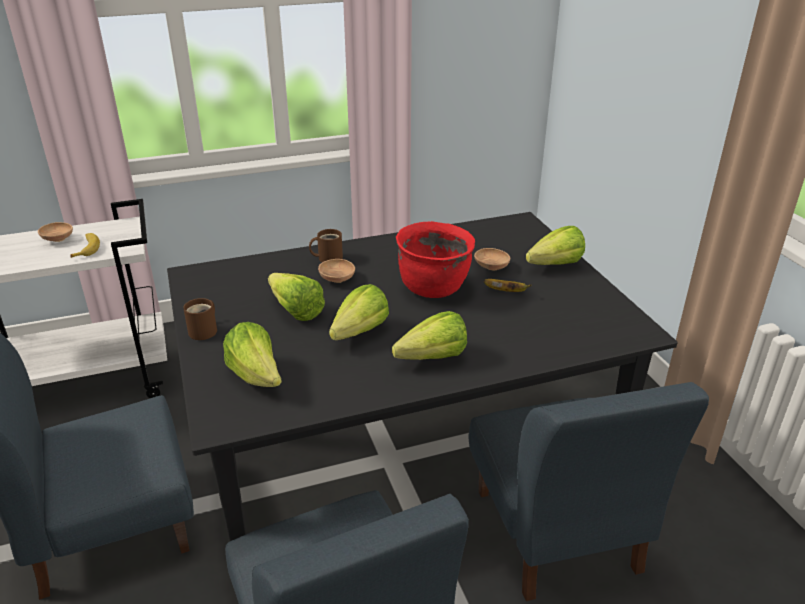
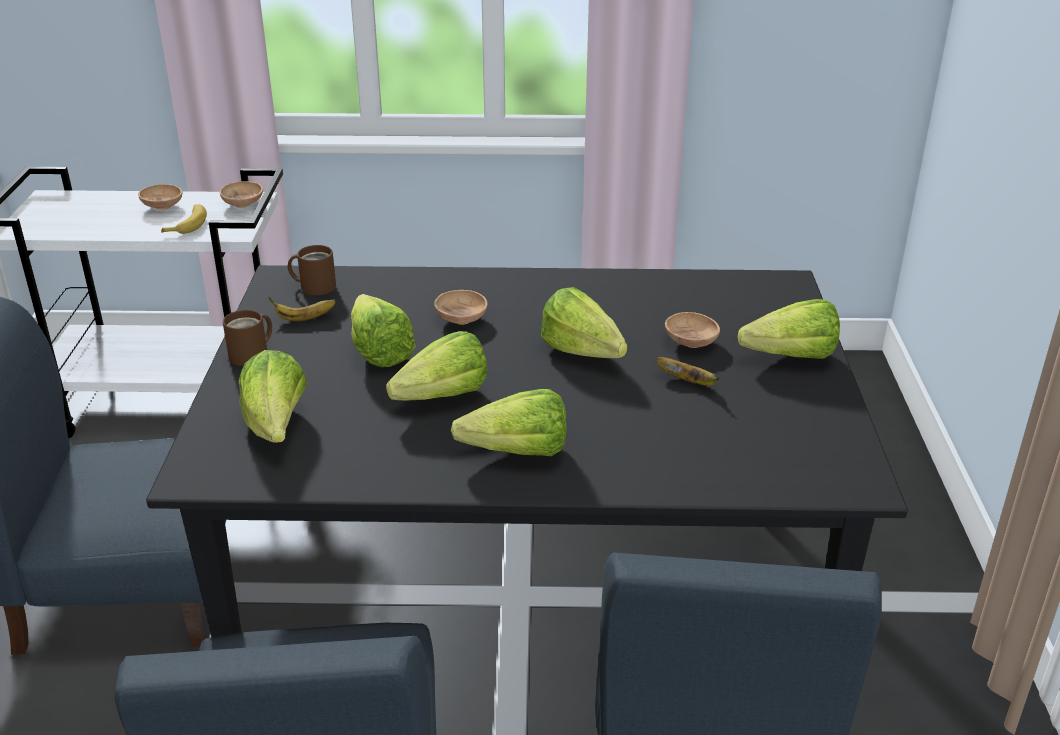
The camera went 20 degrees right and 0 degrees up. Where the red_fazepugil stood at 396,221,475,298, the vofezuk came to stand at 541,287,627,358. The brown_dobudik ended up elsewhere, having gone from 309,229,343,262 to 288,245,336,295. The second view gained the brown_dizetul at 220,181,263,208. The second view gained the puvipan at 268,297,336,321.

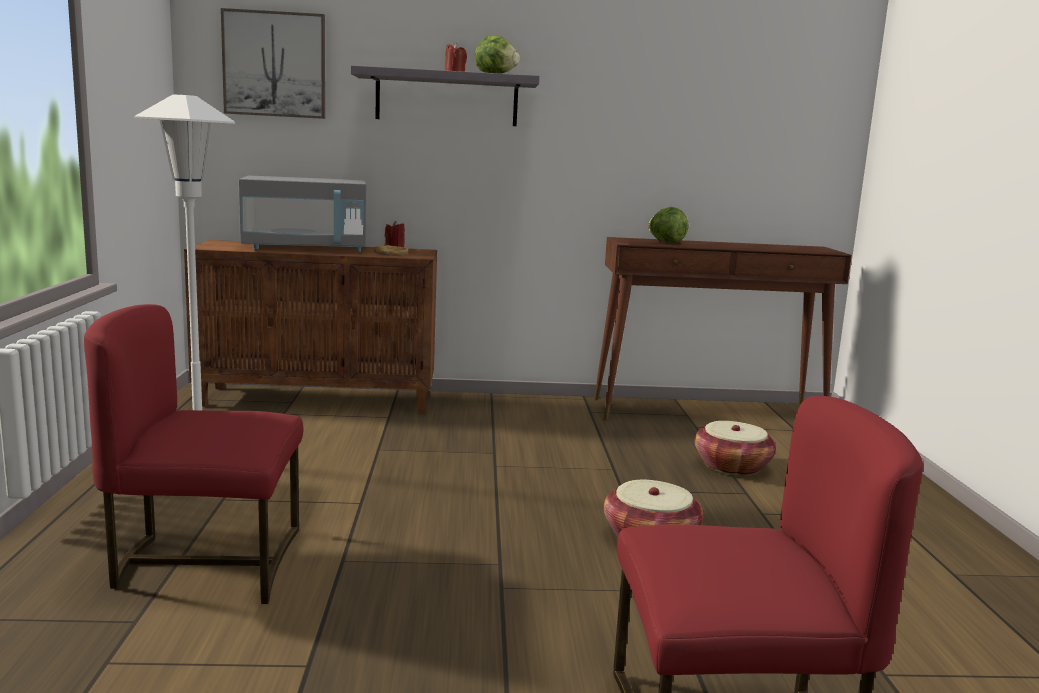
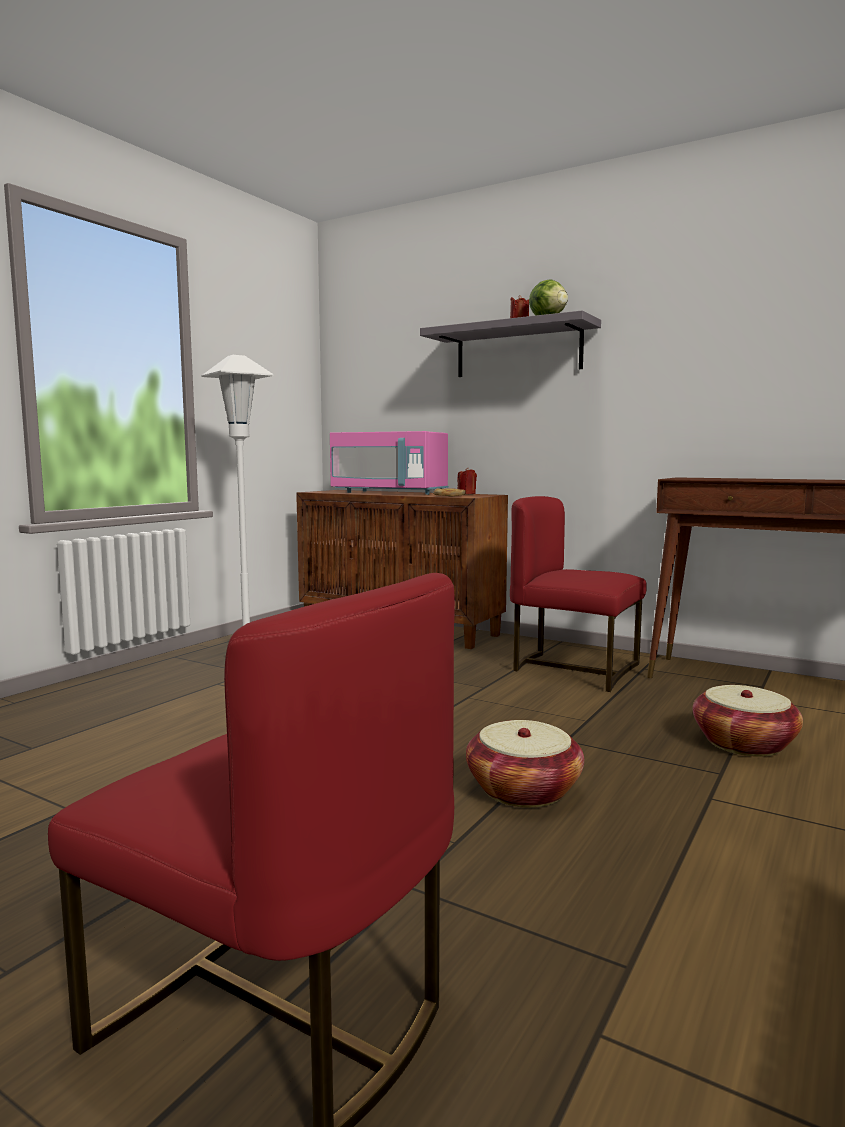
The camera went 35 degrees right and 5 degrees down. The second view lost the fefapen at 221,8,325,119. What was the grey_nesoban at 238,175,366,252 turned into the pink_nesoban at 330,431,448,495. The second view lost the vofezuk at 648,207,689,243. The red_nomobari ended up elsewhere, having gone from 84,304,303,604 to 510,496,647,692.

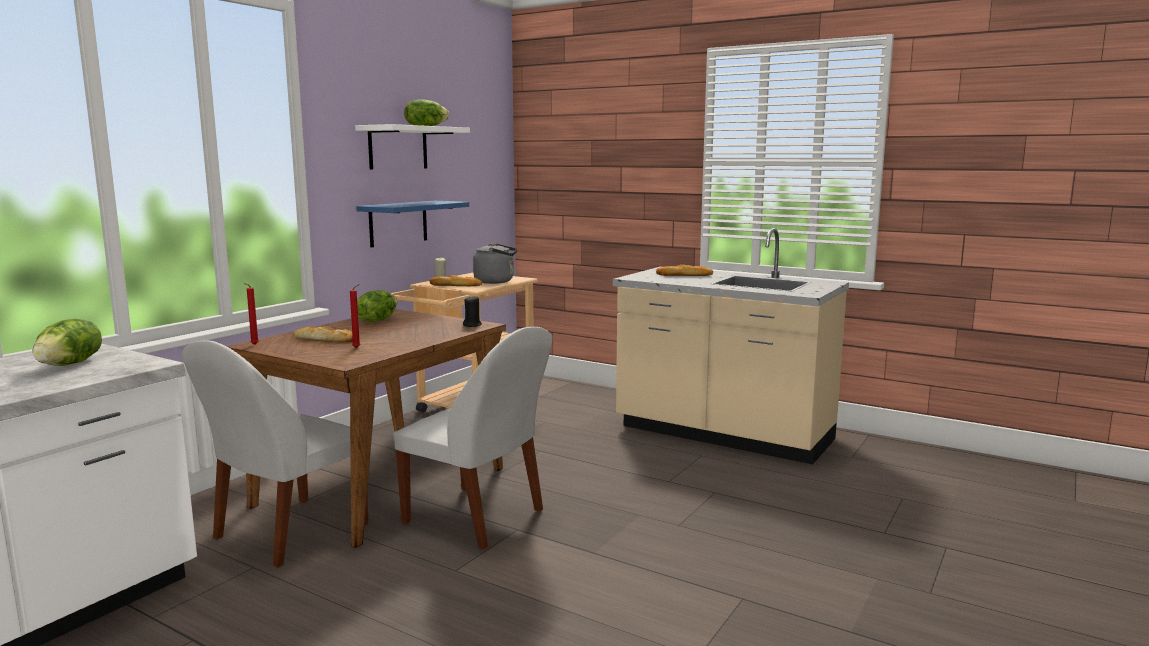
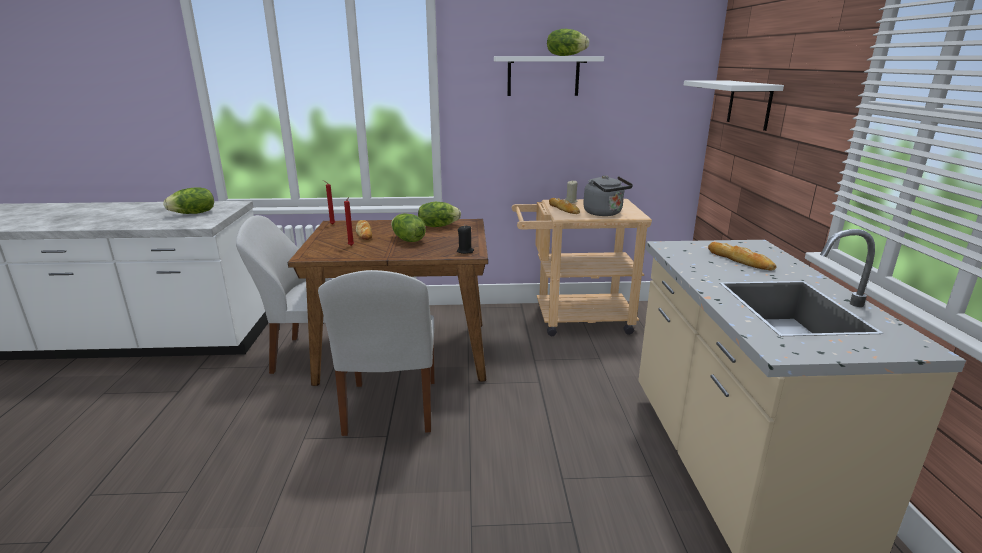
The camera went 55 degrees right and 10 degrees up. The second view lost the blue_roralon at 356,201,469,248. The second view gained the white_roralon at 684,80,784,131. The second view gained the vofezuk at 391,213,426,242.

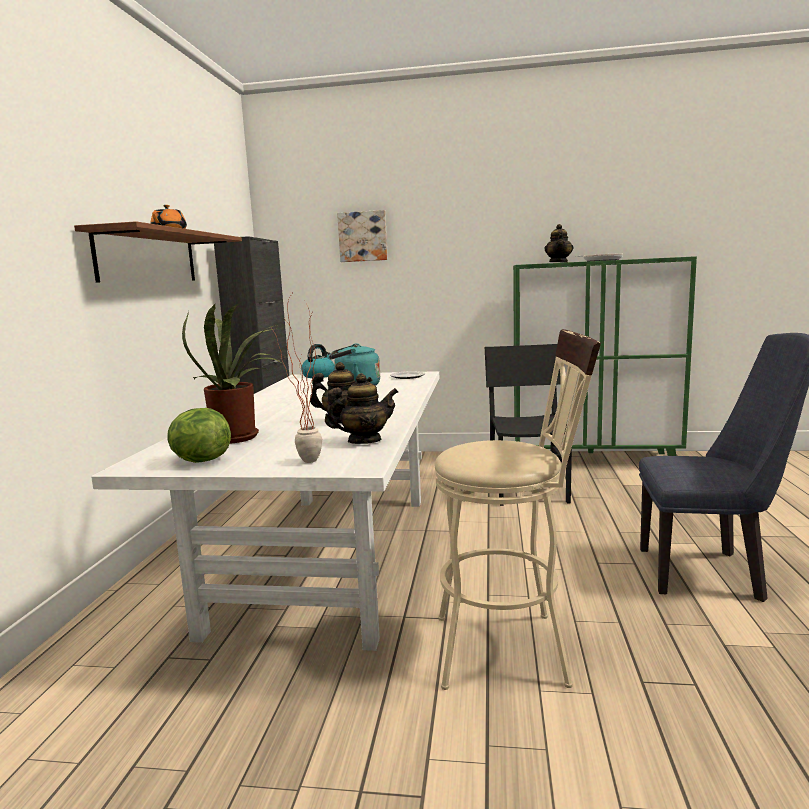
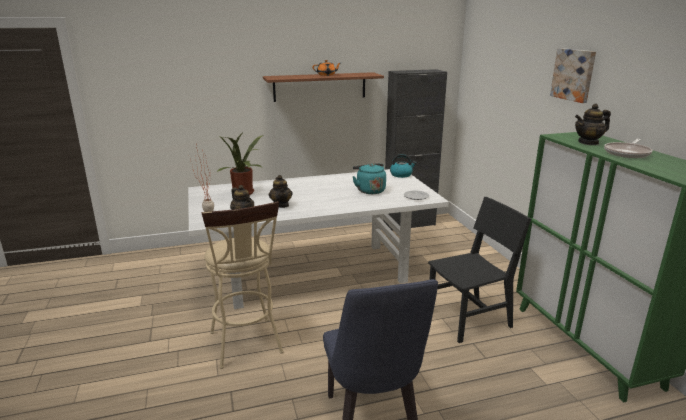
The camera went 65 degrees right and 10 degrees up. The fefapen ended up elsewhere, having gone from 337,210,388,262 to 550,48,596,103. The second view lost the vofezuk at 167,408,231,463.

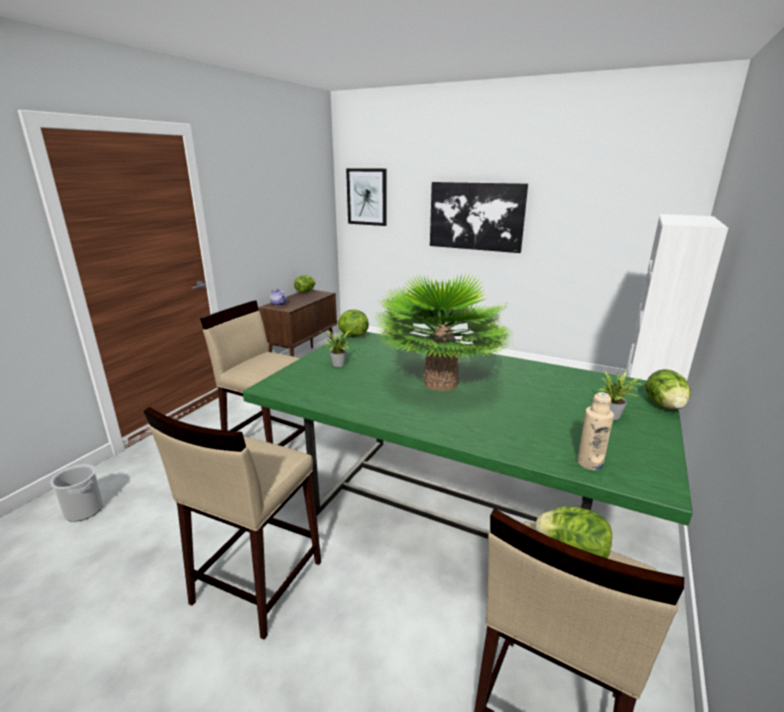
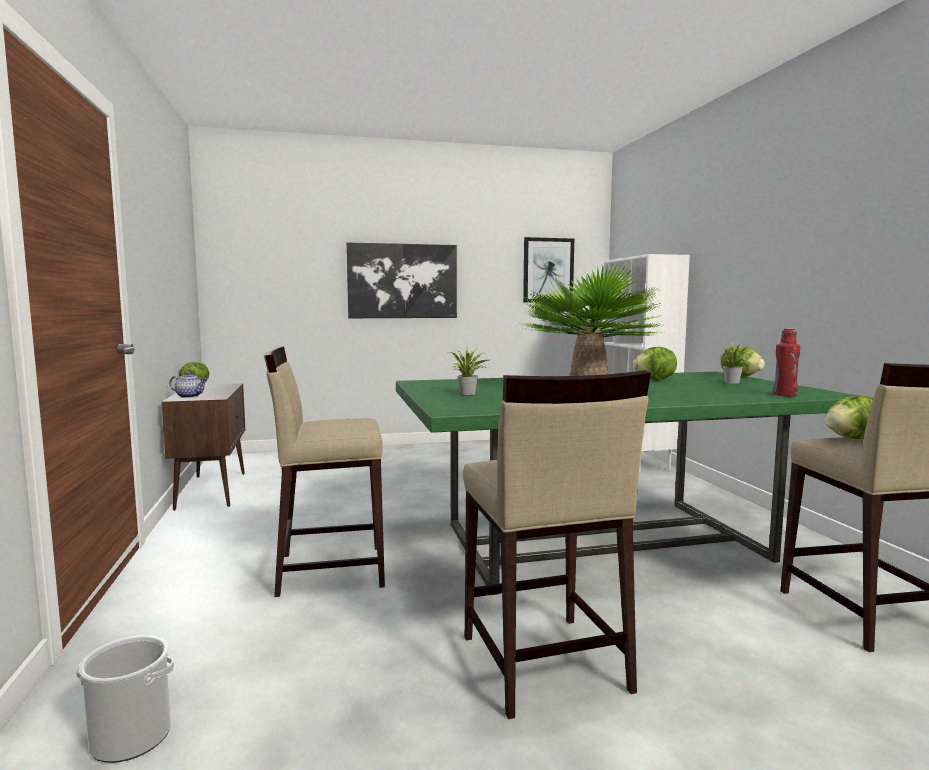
The camera went 40 degrees left and 15 degrees down. The fefapen ended up elsewhere, having gone from 346,168,387,226 to 523,237,574,302. The vofezuk ended up elsewhere, having gone from 338,309,369,337 to 633,347,677,380. What was the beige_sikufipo at 577,392,614,470 turned into the red_sikufipo at 773,329,800,396.

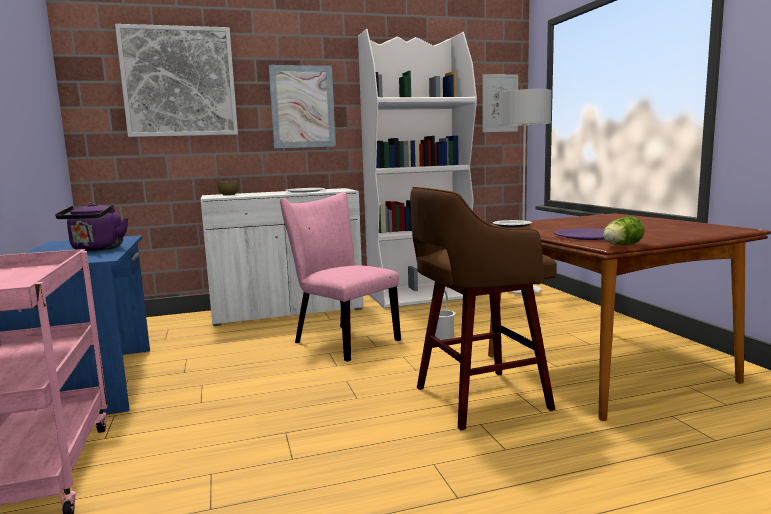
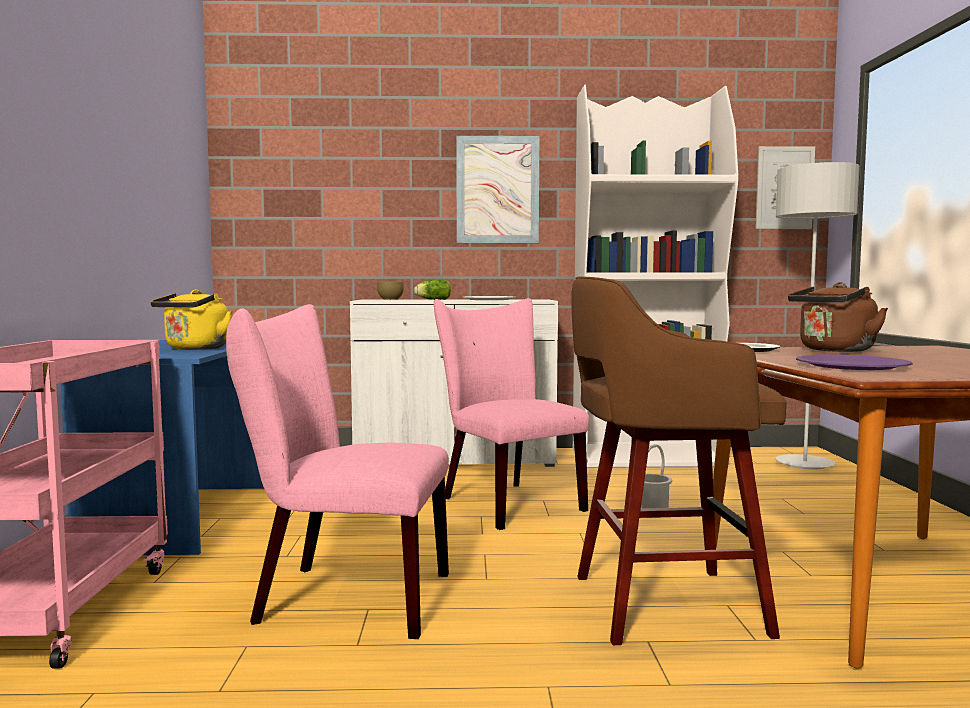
The camera went 15 degrees right and 5 degrees down. The second view lost the fefapen at 115,24,238,137. What was the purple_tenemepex at 55,202,128,252 turned into the yellow_tenemepex at 150,290,233,350. The vofezuk ended up elsewhere, having gone from 603,217,644,245 to 414,280,451,300. The second view gained the brown_tenemepex at 788,282,888,352. The second view gained the pink_nomobari at 226,304,449,639.

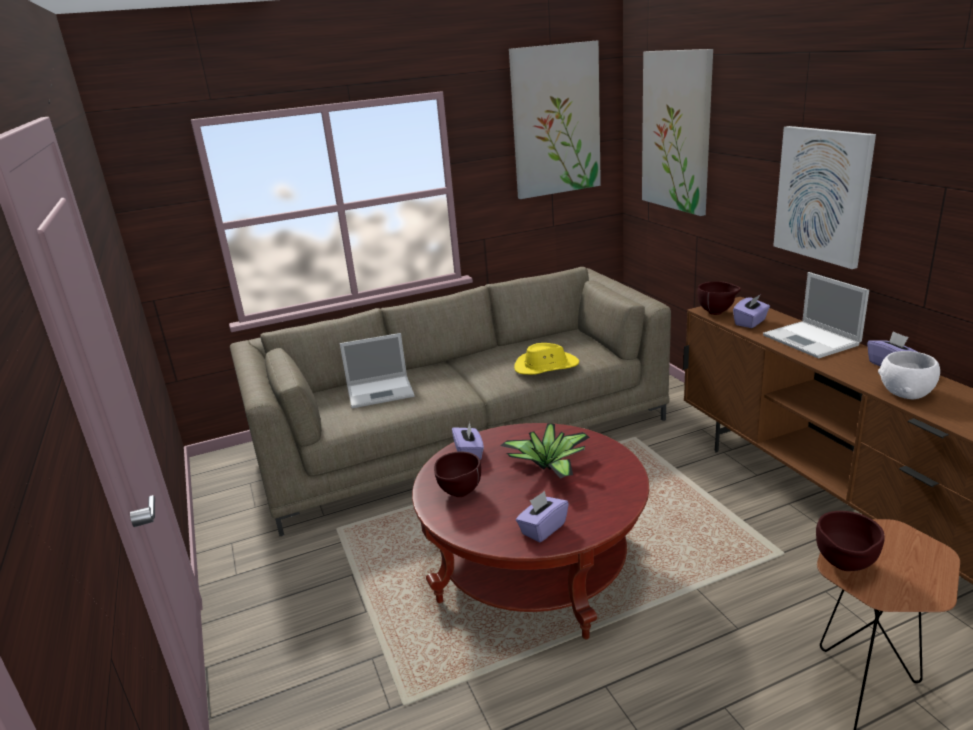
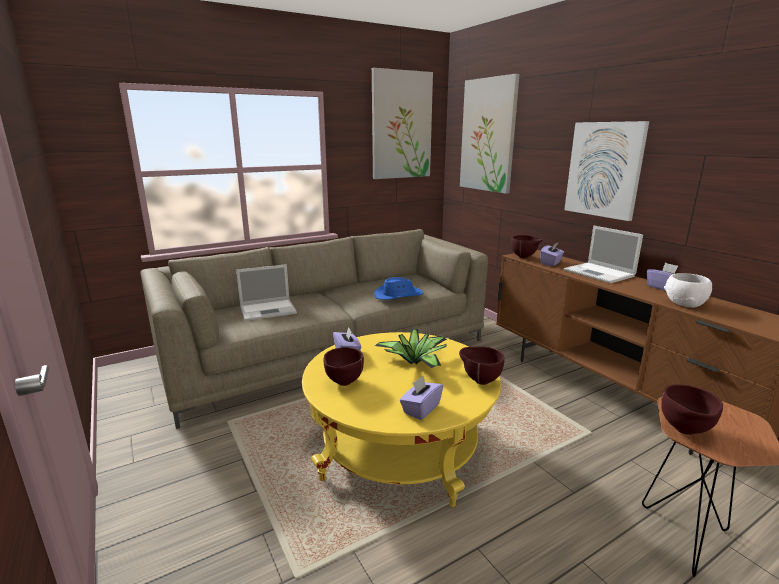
The camera went 10 degrees left and 5 degrees down. What was the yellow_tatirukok at 514,343,579,375 turned into the blue_tatirukok at 374,277,423,300. What was the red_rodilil at 412,423,649,639 turned into the yellow_rodilil at 302,332,501,507. The second view gained the brown_dizetul at 459,346,504,385.

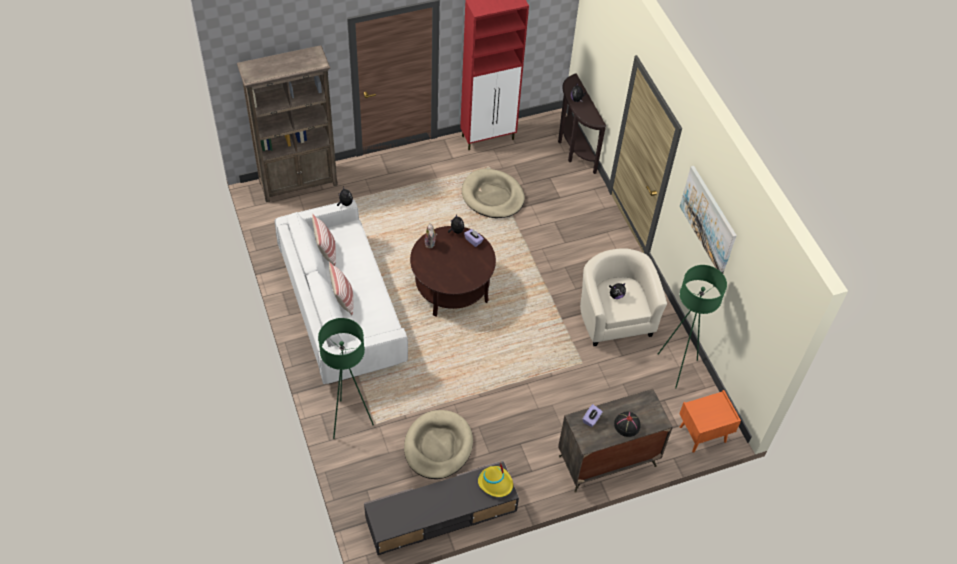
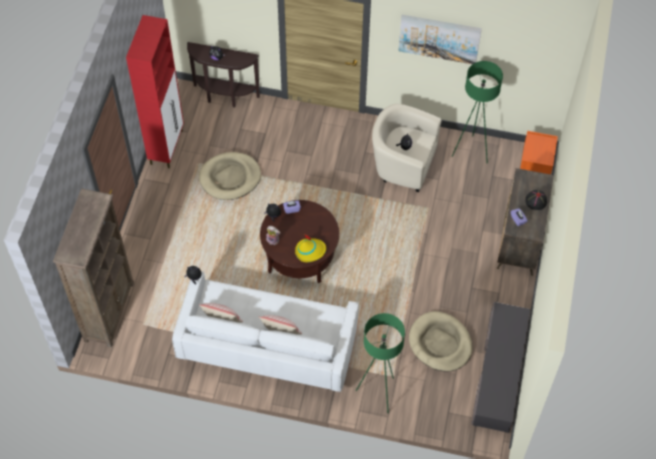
The camera went 55 degrees left and 5 degrees up. The yellow_tatirukok ended up elsewhere, having gone from 478,464,513,497 to 295,235,326,262.

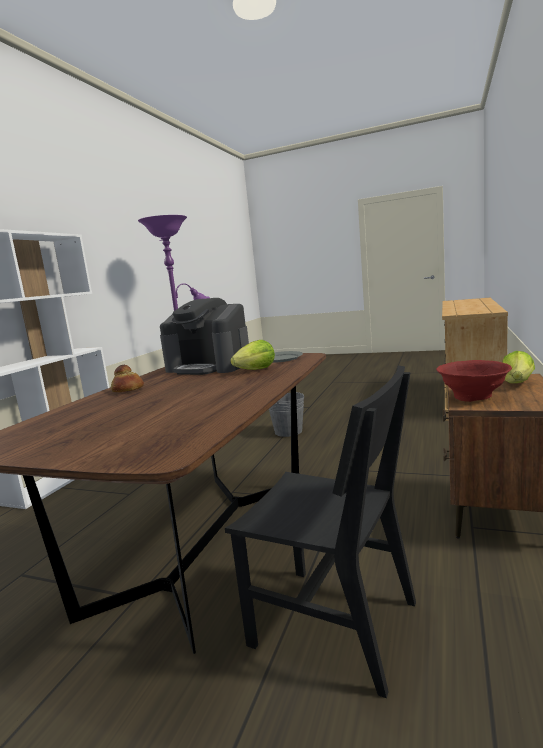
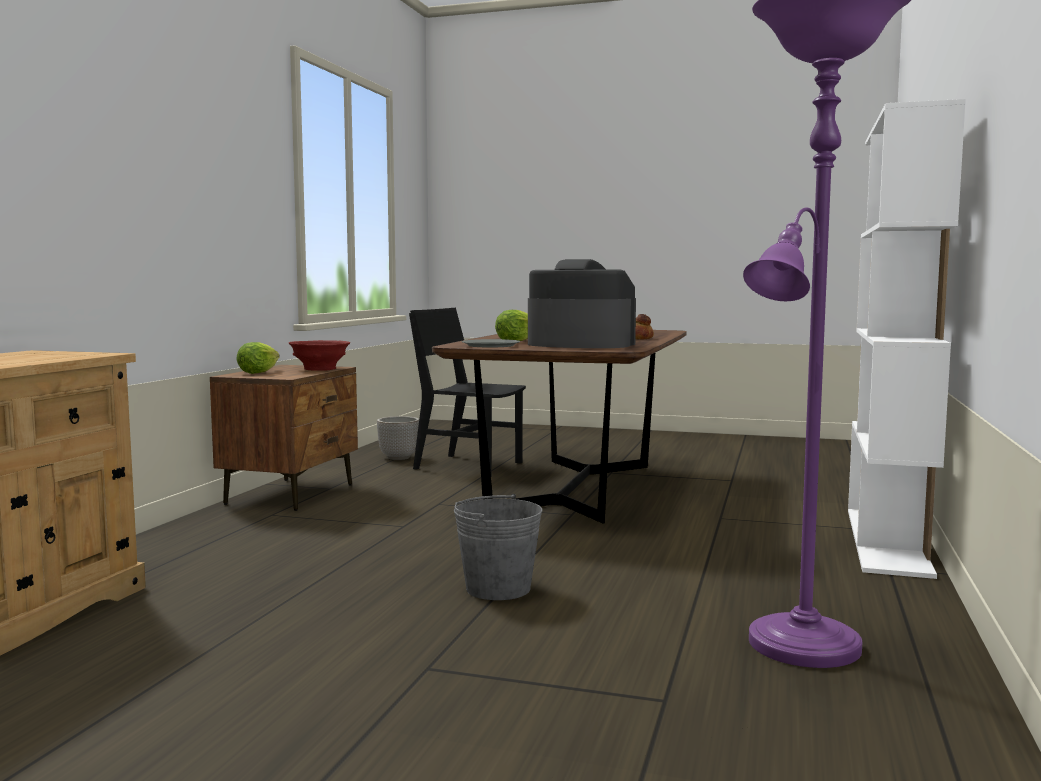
The camera went 175 degrees right and 5 degrees down. The second view gained the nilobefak at 377,416,419,460.

